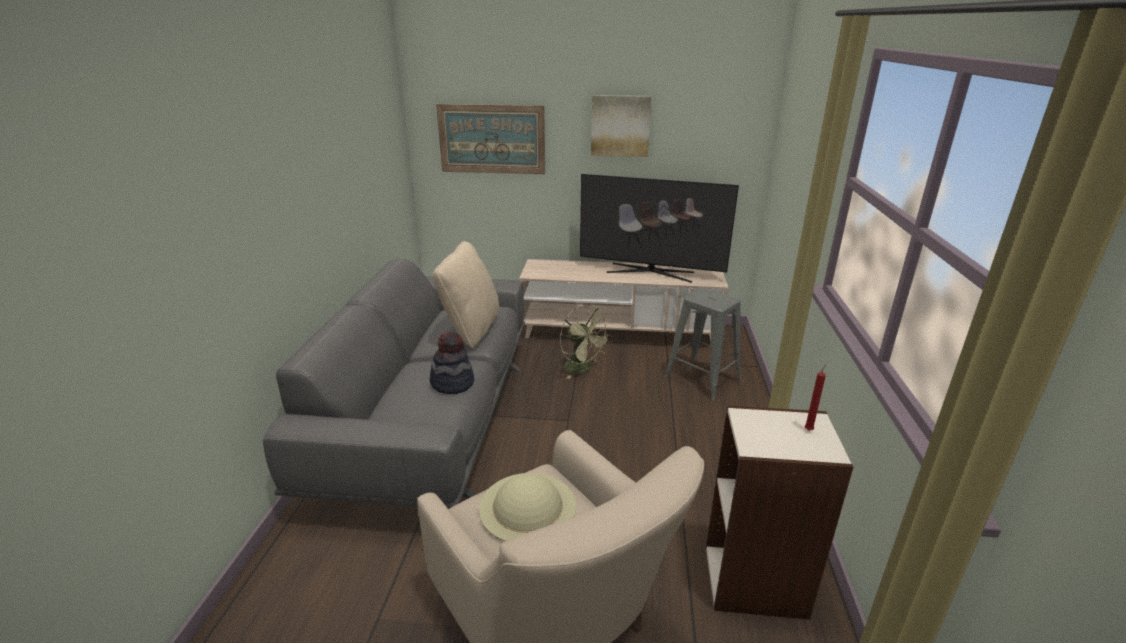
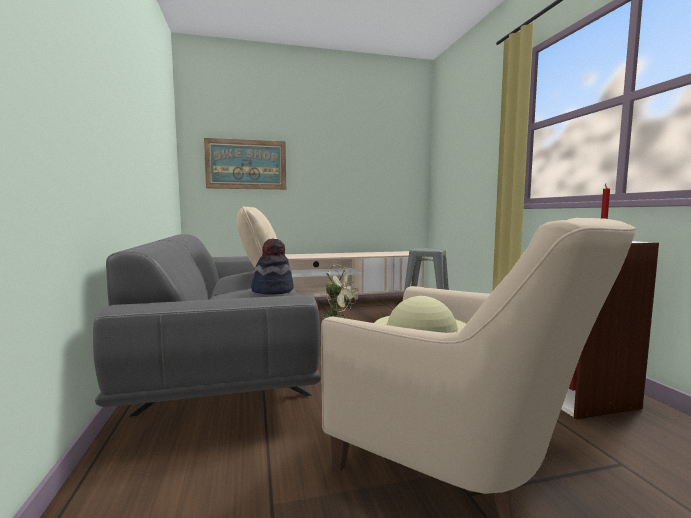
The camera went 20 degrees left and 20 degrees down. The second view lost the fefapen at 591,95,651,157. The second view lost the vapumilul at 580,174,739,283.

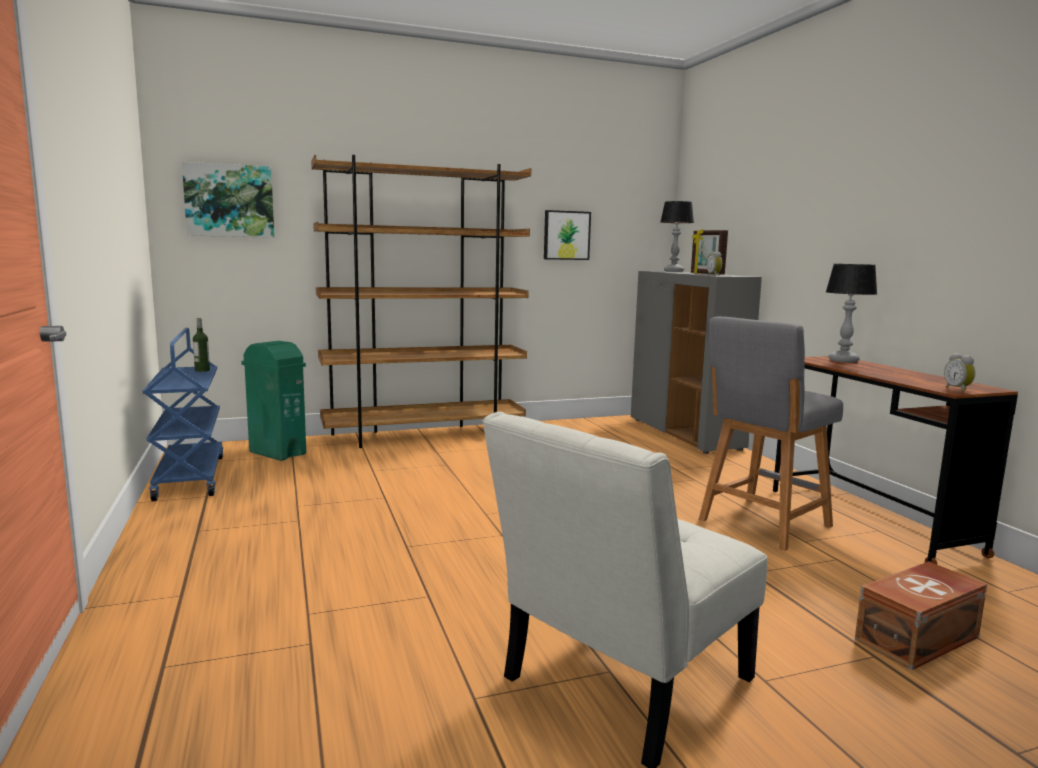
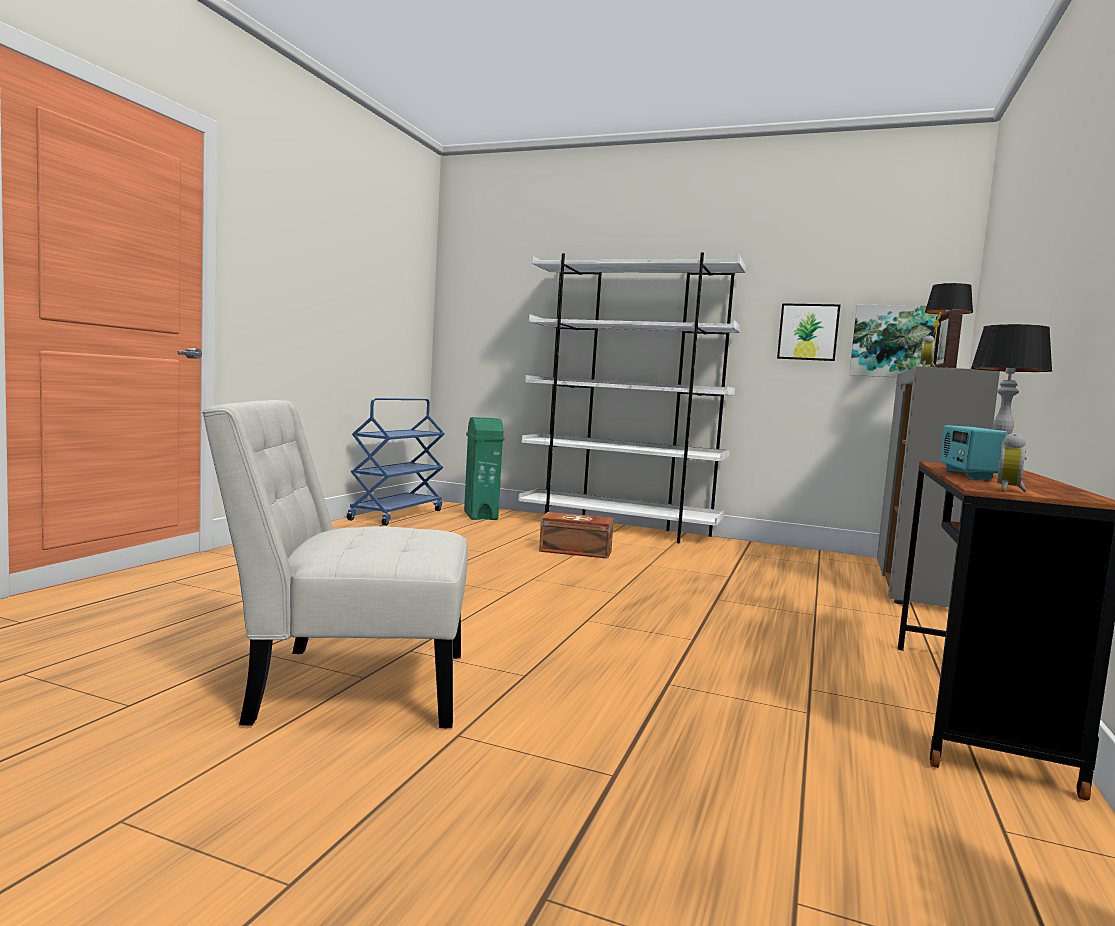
The camera went 40 degrees right and 5 degrees down. What was the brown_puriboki at 311,155,531,448 turned into the white_puriboki at 518,252,746,543. The fefapen ended up elsewhere, having gone from 182,162,274,238 to 849,305,939,378. The second view lost the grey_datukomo at 699,317,843,551. The second view lost the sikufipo at 193,318,210,372. The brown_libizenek ended up elsewhere, having gone from 855,561,987,670 to 539,512,614,559. The second view gained the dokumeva at 941,425,1008,481.

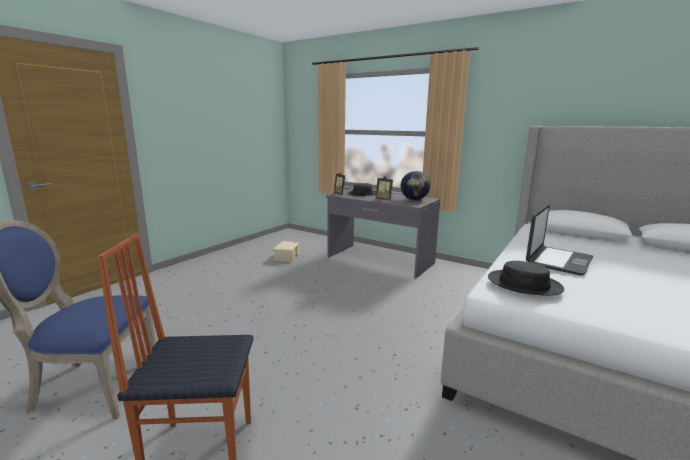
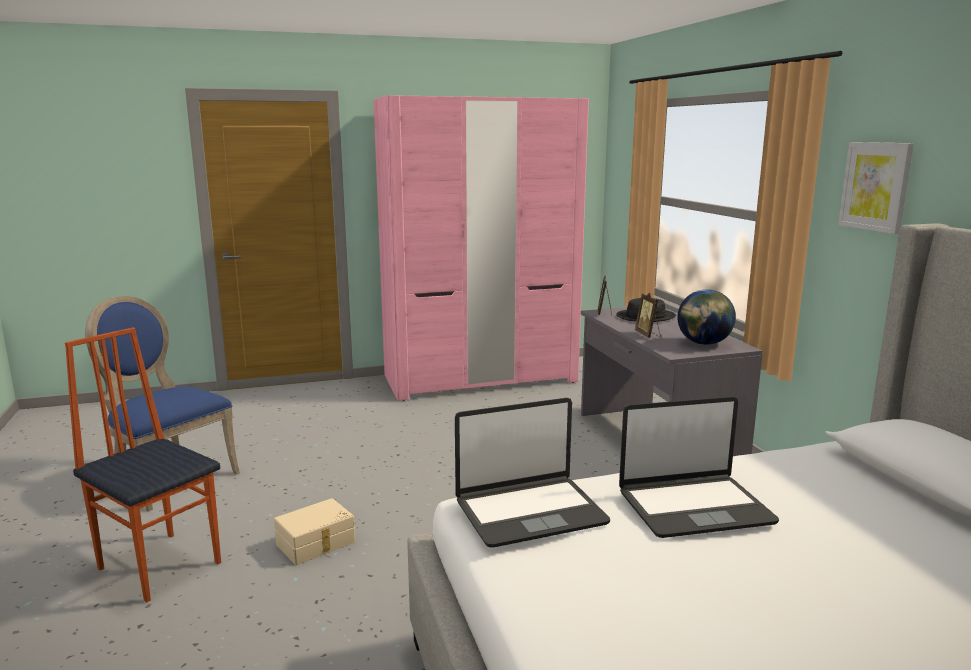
The camera went 40 degrees right and 0 degrees up. The beige_libizenek ended up elsewhere, having gone from 273,241,300,262 to 274,498,355,565. Where the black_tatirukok stood at 488,261,564,296, the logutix came to stand at 455,398,610,548. The second view gained the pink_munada at 373,95,589,401. The second view gained the fefapen at 838,142,914,234.

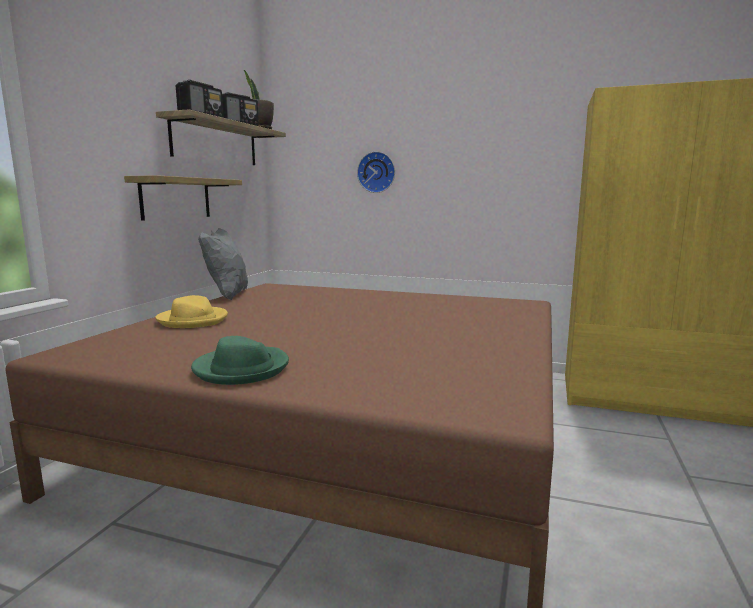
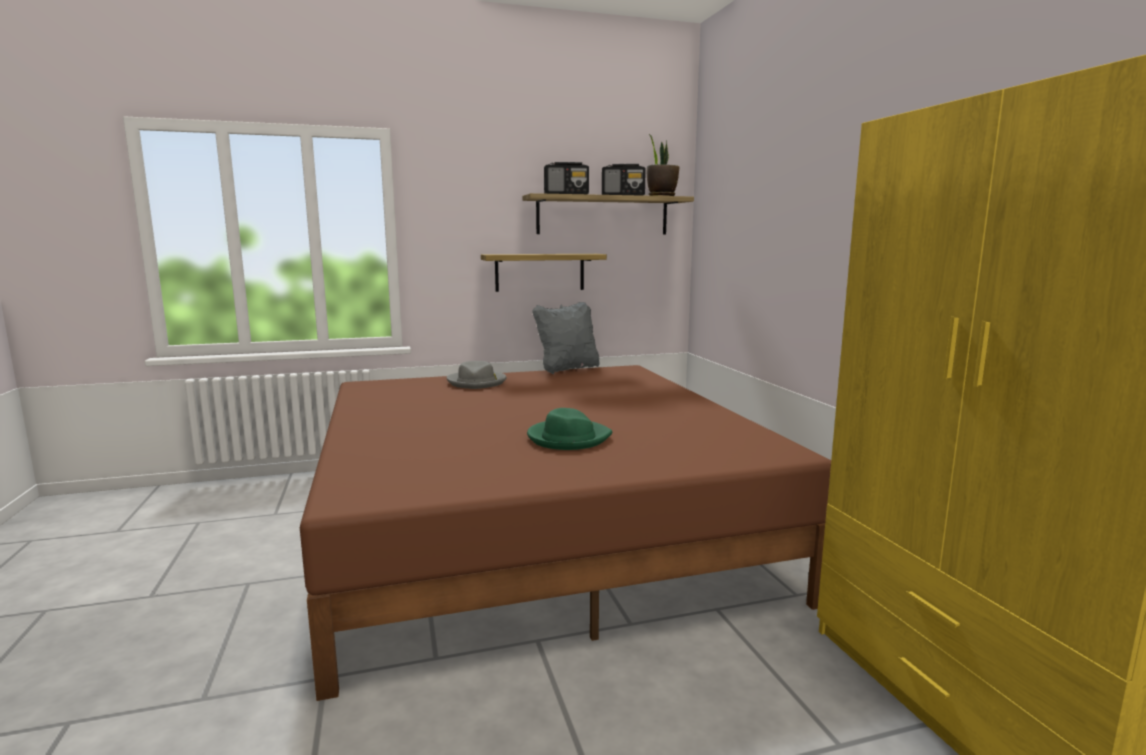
The camera went 55 degrees right and 0 degrees up. The second view lost the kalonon at 357,151,395,193. What was the yellow_tatirukok at 155,295,228,328 turned into the grey_tatirukok at 447,361,507,389. The green_tatirukok ended up elsewhere, having gone from 191,336,289,385 to 527,408,612,450.

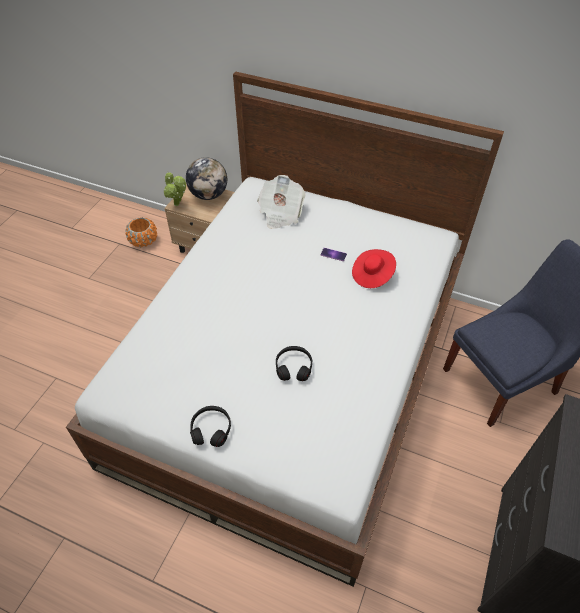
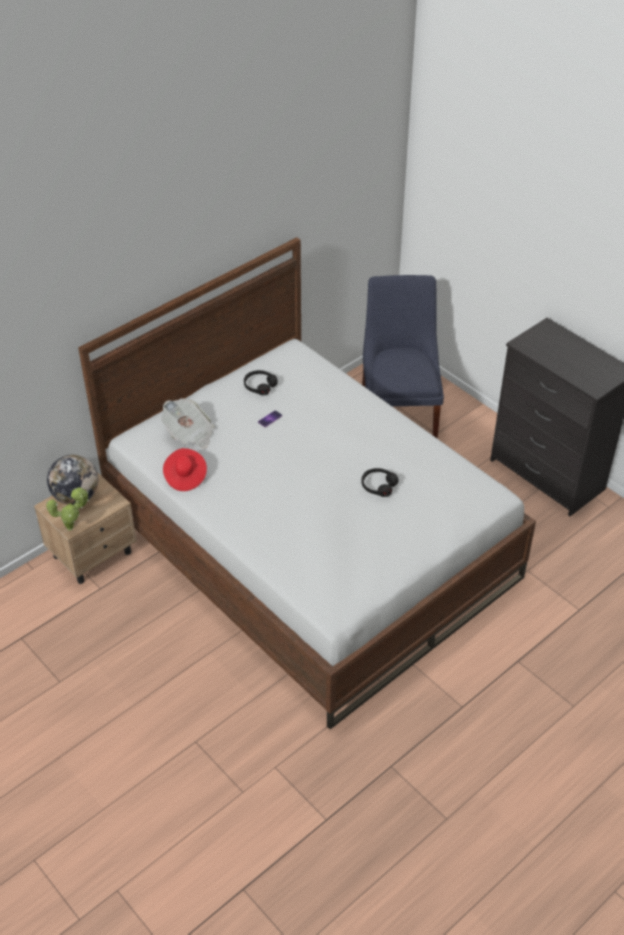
The camera went 65 degrees left and 5 degrees down. The second view lost the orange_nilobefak at 126,218,157,247. The red_tatirukok ended up elsewhere, having gone from 352,249,396,288 to 163,448,207,491. The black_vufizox ended up elsewhere, having gone from 190,406,231,447 to 244,370,278,396.

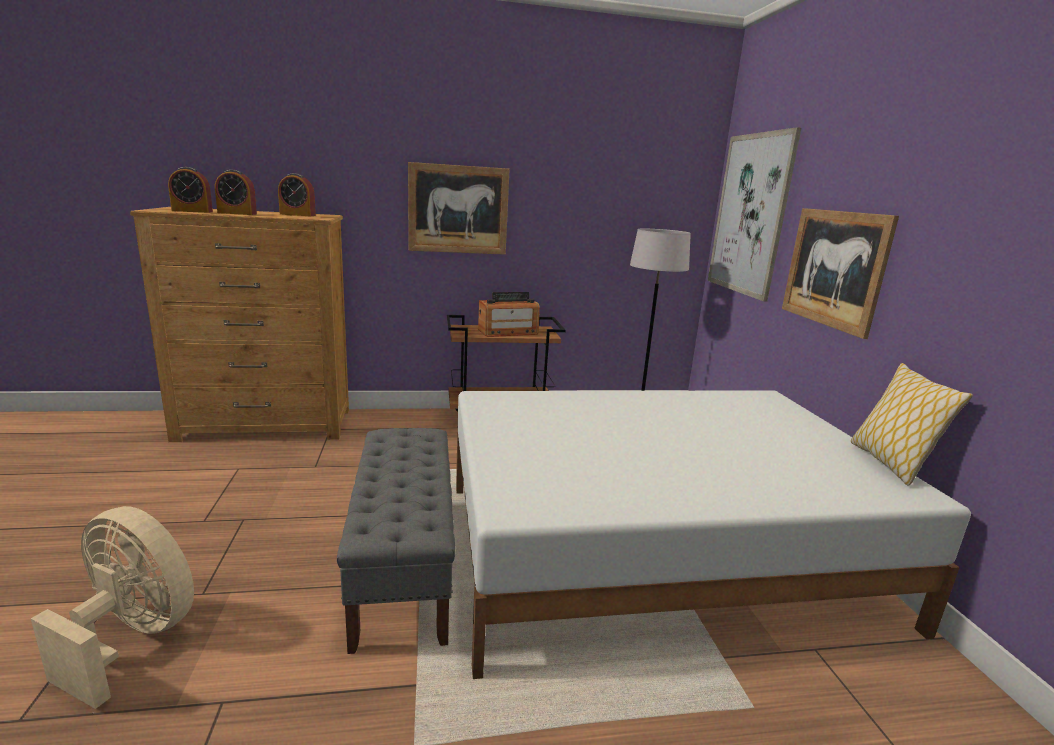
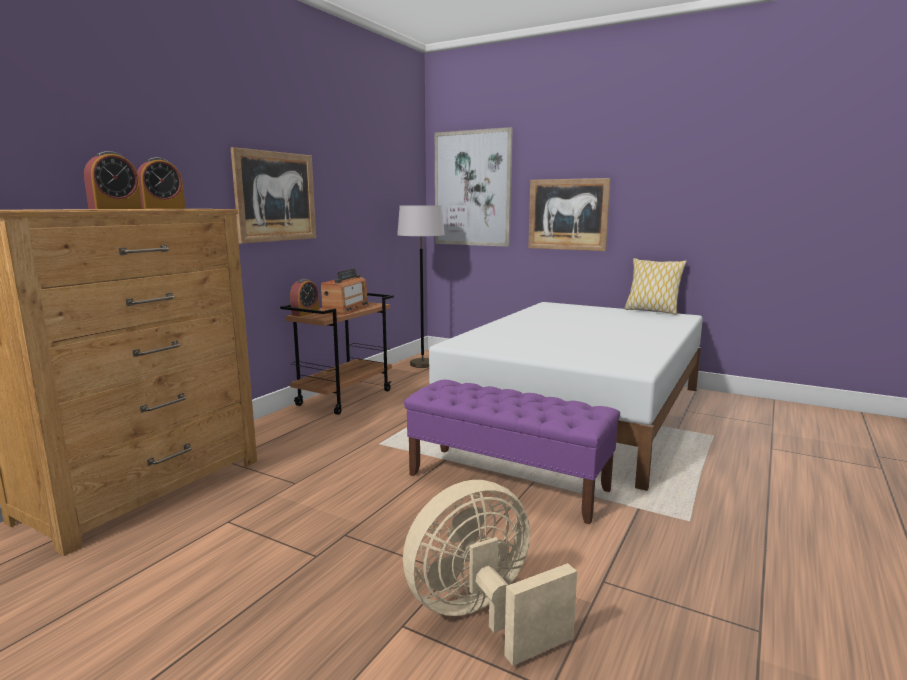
The camera went 50 degrees left and 5 degrees down. The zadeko ended up elsewhere, having gone from 168,167,213,213 to 290,279,319,316. What was the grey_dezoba at 337,428,455,654 turned into the purple_dezoba at 404,380,620,524.

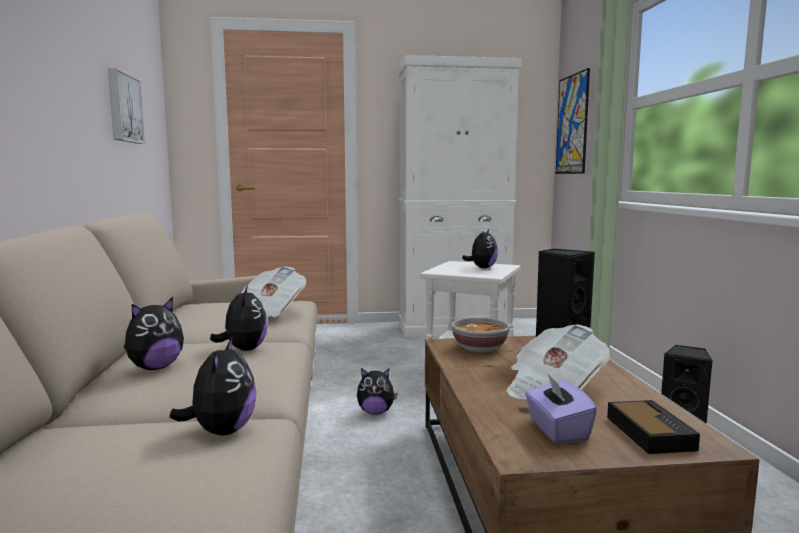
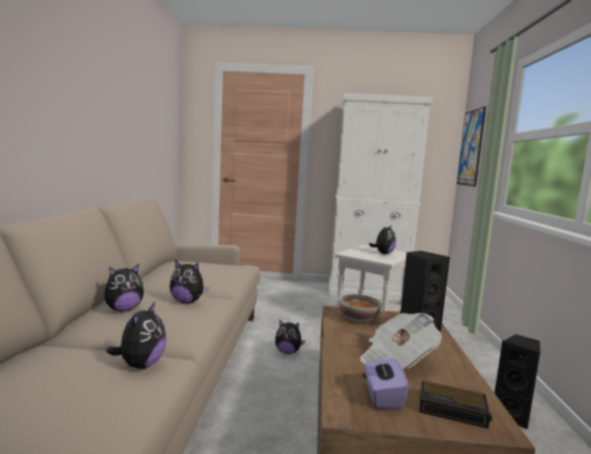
The camera went 10 degrees right and 0 degrees up. The second view lost the fefapen at 108,68,145,144. The second view lost the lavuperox at 241,267,306,318. The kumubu at 210,285,268,351 ended up facing another way, 105 degrees clockwise from before. The zadeko at 607,400,700,454 ended up facing another way, 105 degrees clockwise from before.

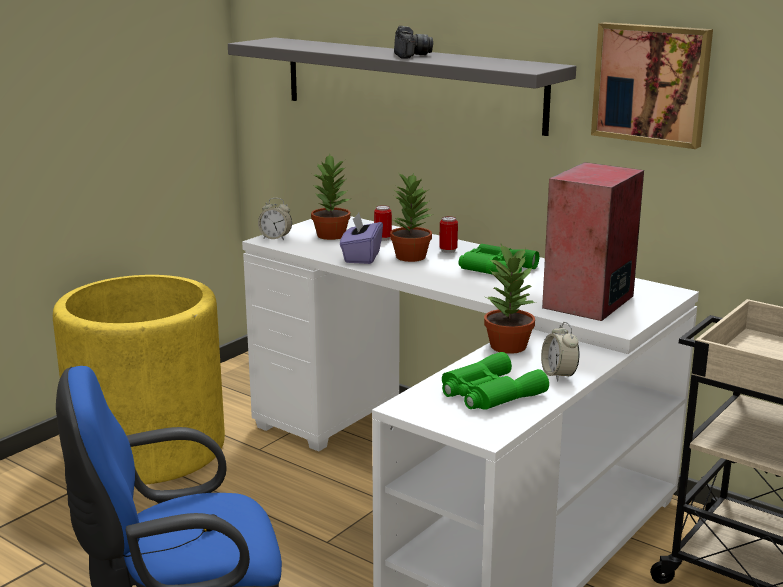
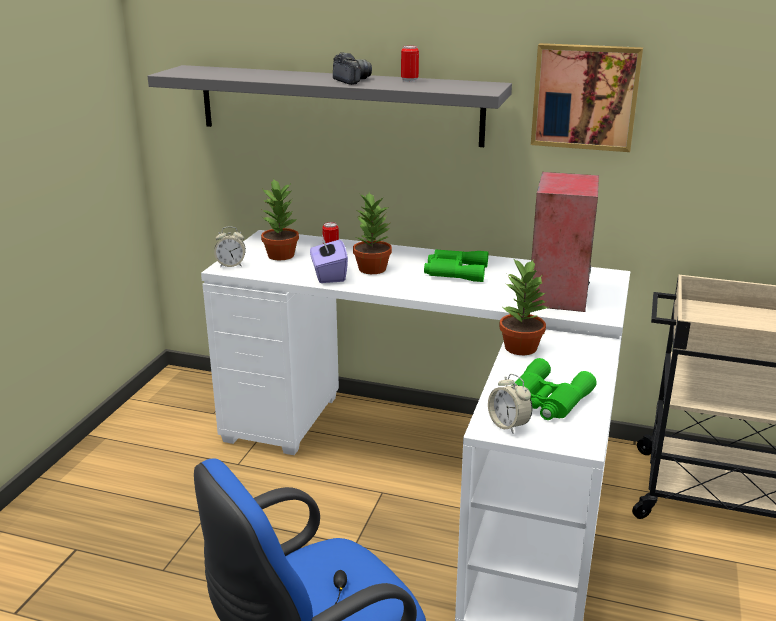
The camera went 20 degrees left and 5 degrees up. The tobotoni ended up elsewhere, having gone from 439,216,458,253 to 401,45,419,82. The second view lost the yellow_nilobefak at 53,275,225,485. The zadeko ended up elsewhere, having gone from 541,322,580,382 to 488,374,532,434.

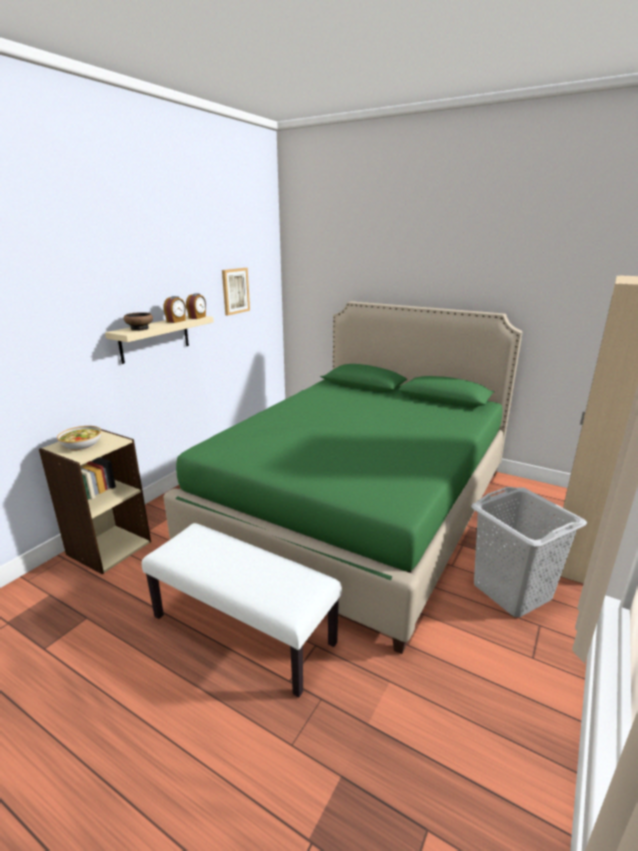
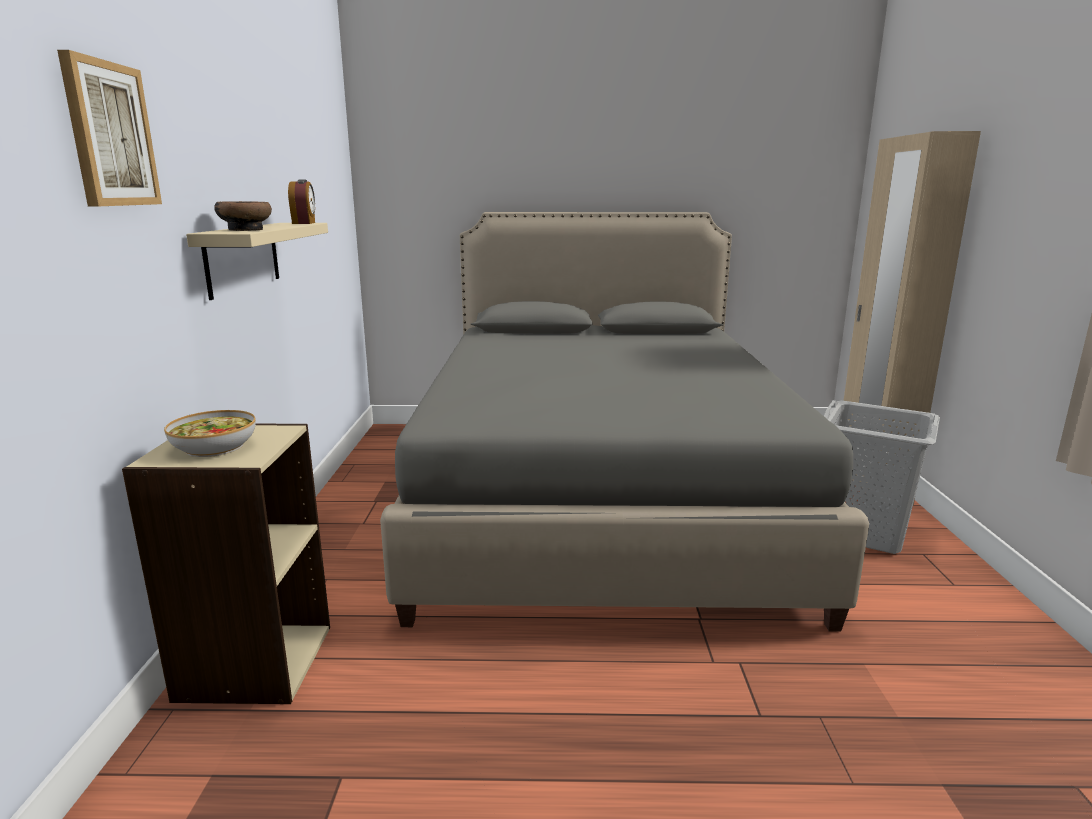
The camera went 30 degrees left and 5 degrees down. The fefapen ended up elsewhere, having gone from 222,268,250,316 to 57,50,162,206. The second view lost the zadeko at 163,296,186,323. What was the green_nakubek at 163,301,523,654 turned into the grey_nakubek at 380,212,869,632. The second view lost the white_dezoba at 142,523,342,697.

